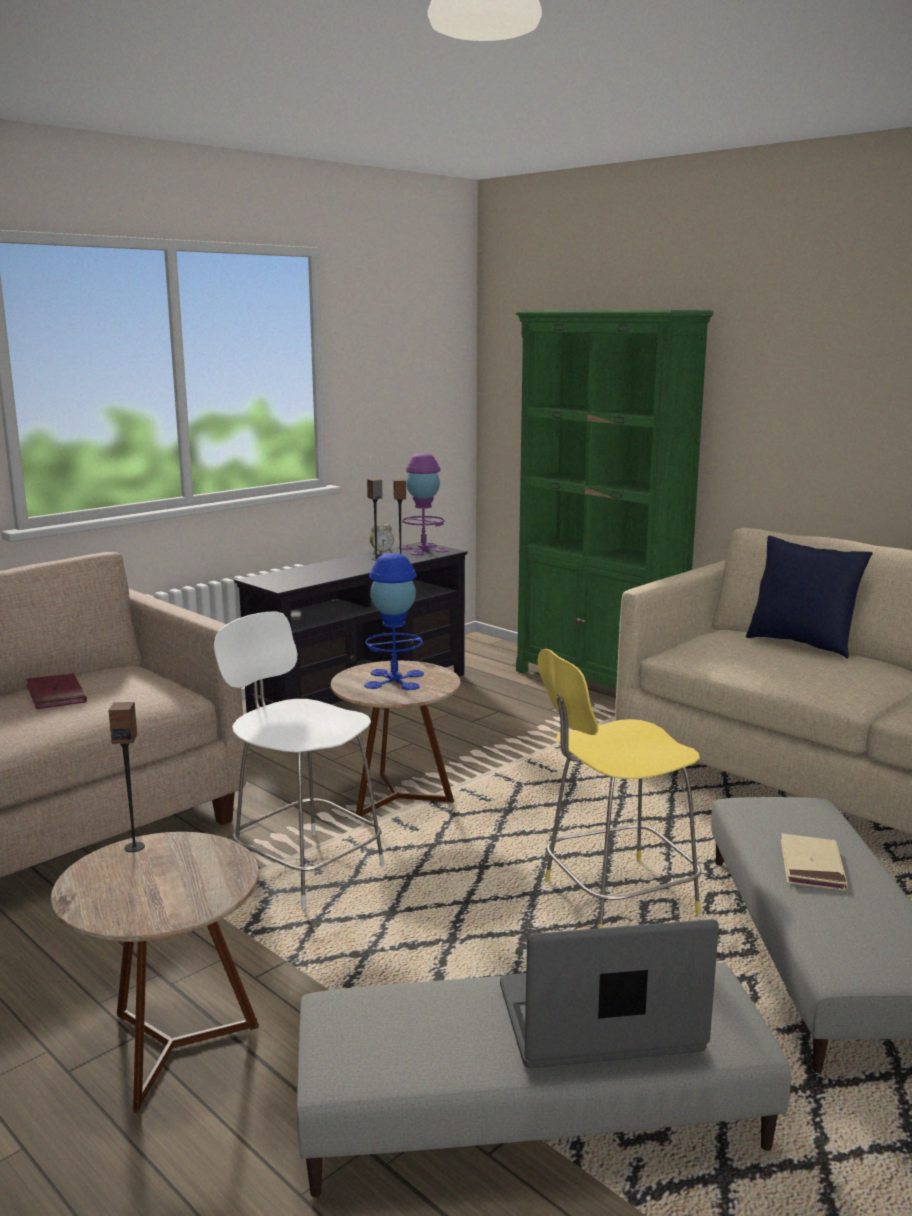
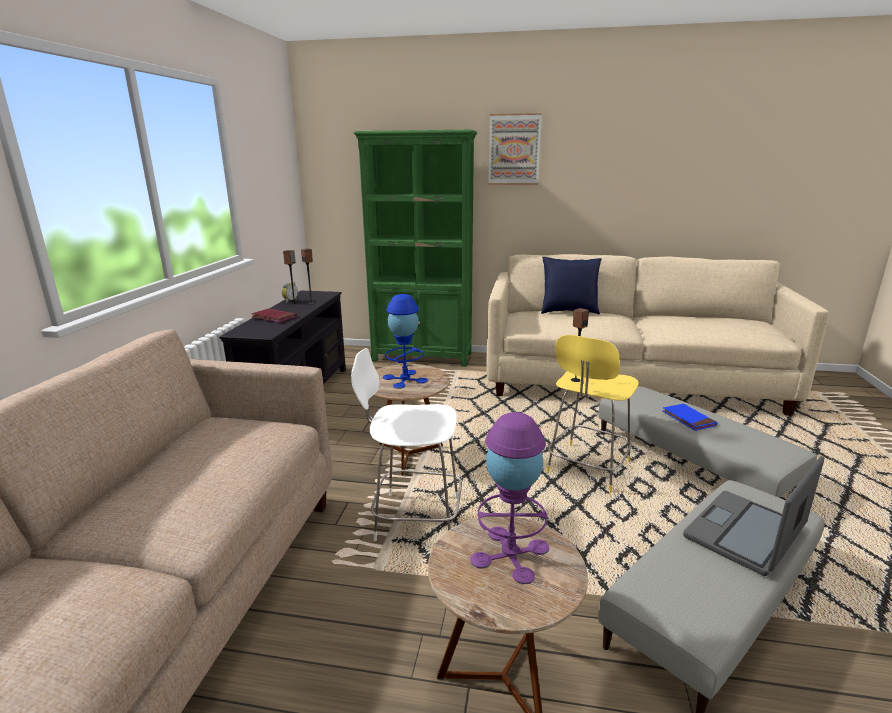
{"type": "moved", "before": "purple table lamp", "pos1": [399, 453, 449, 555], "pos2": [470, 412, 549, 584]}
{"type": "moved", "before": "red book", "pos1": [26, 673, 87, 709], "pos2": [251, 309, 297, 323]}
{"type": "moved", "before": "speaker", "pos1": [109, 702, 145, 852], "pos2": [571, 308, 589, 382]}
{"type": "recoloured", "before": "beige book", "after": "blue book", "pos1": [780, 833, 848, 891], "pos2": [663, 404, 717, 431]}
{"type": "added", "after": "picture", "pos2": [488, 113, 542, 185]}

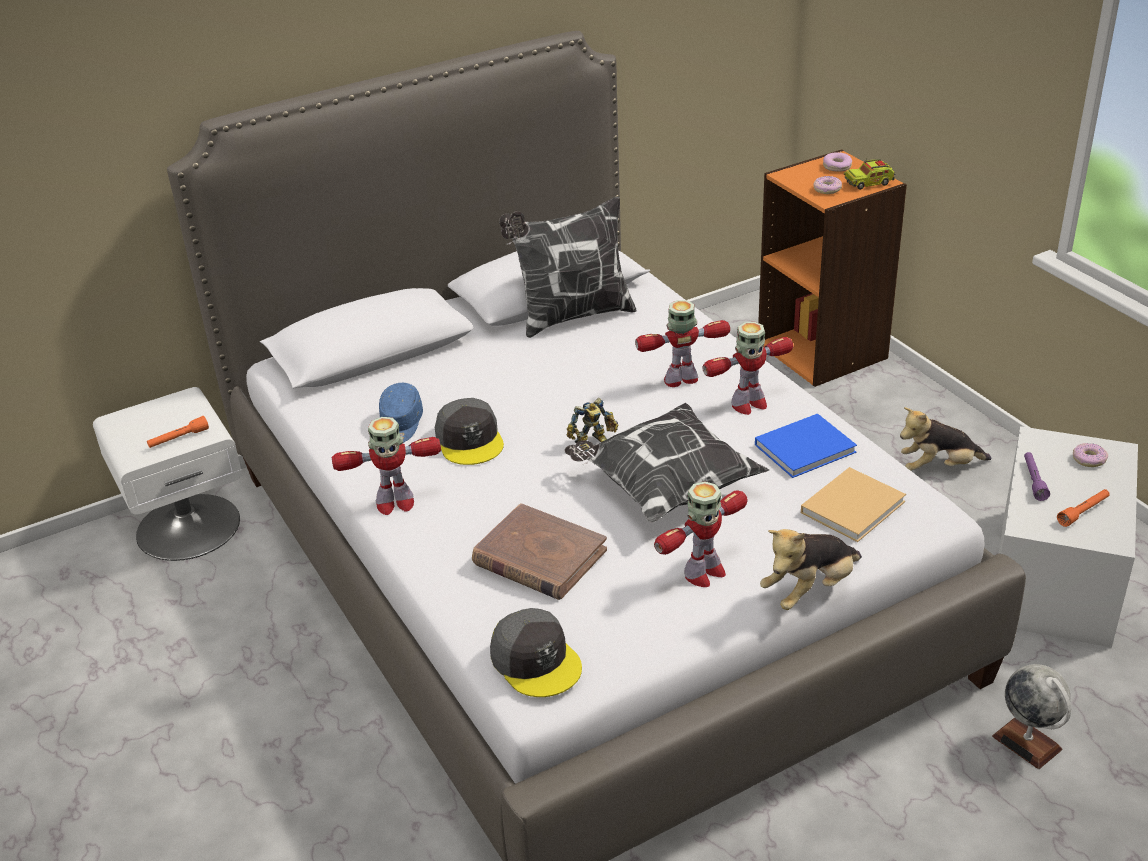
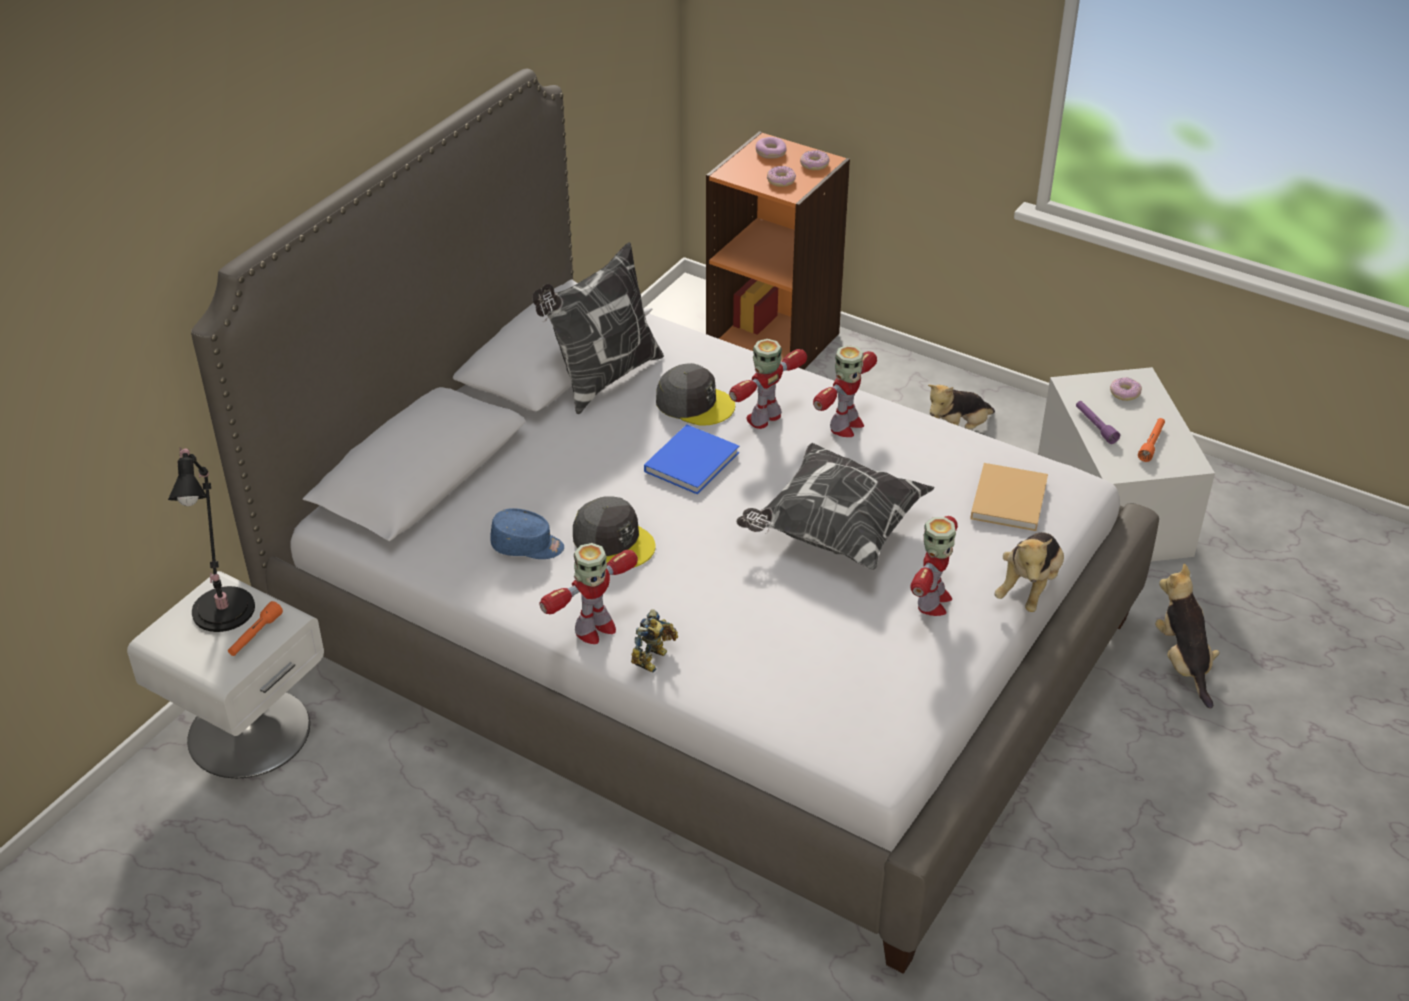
{"type": "replaced", "before": "toy truck", "after": "donut", "pos1": [844, 157, 896, 190], "pos2": [800, 150, 830, 170]}
{"type": "turned", "before": "blue cap", "pos1": [379, 383, 423, 443], "pos2": [490, 508, 564, 559], "turn": -60}
{"type": "moved", "before": "toy robot", "pos1": [567, 398, 619, 452], "pos2": [631, 609, 678, 673]}
{"type": "moved", "before": "blue book", "pos1": [755, 414, 857, 478], "pos2": [644, 424, 739, 495]}
{"type": "removed", "before": "brown book", "pos1": [472, 503, 607, 600]}
{"type": "moved", "before": "grey cap", "pos1": [490, 608, 582, 697], "pos2": [656, 363, 735, 426]}
{"type": "replaced", "before": "globe", "after": "plush toy", "pos1": [992, 664, 1071, 769], "pos2": [1155, 564, 1219, 709]}
{"type": "added", "after": "black table lamp", "pos2": [168, 447, 255, 632]}

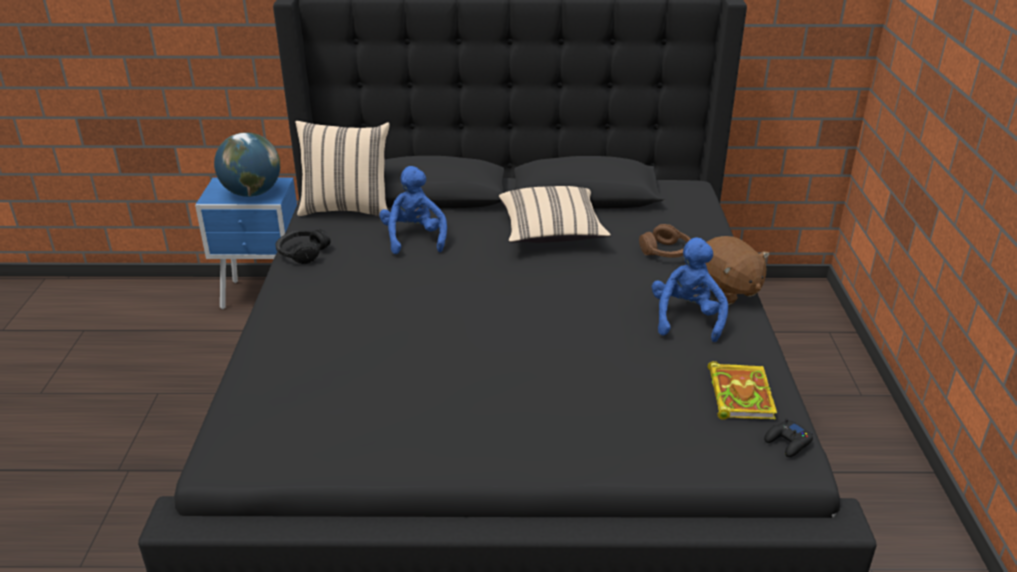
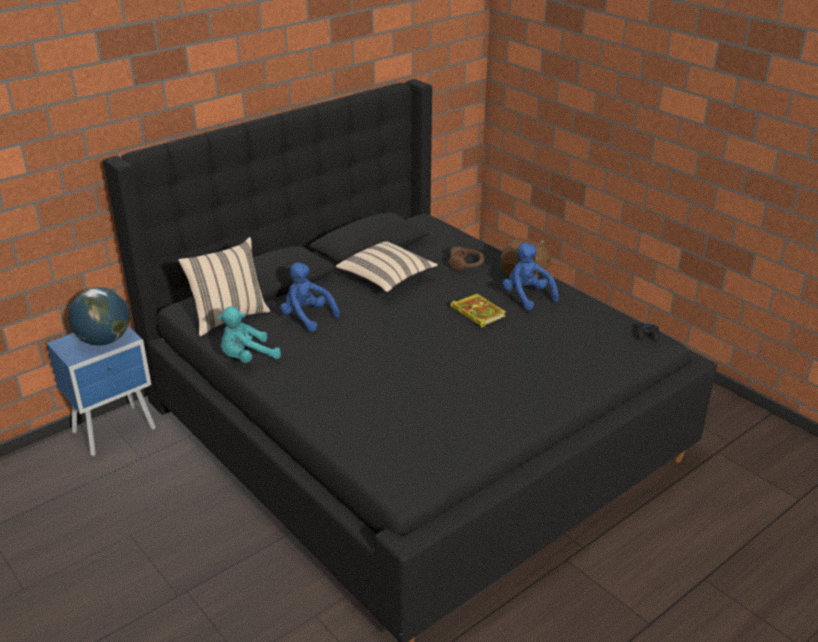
{"type": "replaced", "before": "black headphones", "after": "turquoise plush toy", "pos1": [275, 229, 331, 264], "pos2": [217, 306, 281, 363]}
{"type": "moved", "before": "book", "pos1": [708, 361, 777, 420], "pos2": [450, 294, 506, 327]}

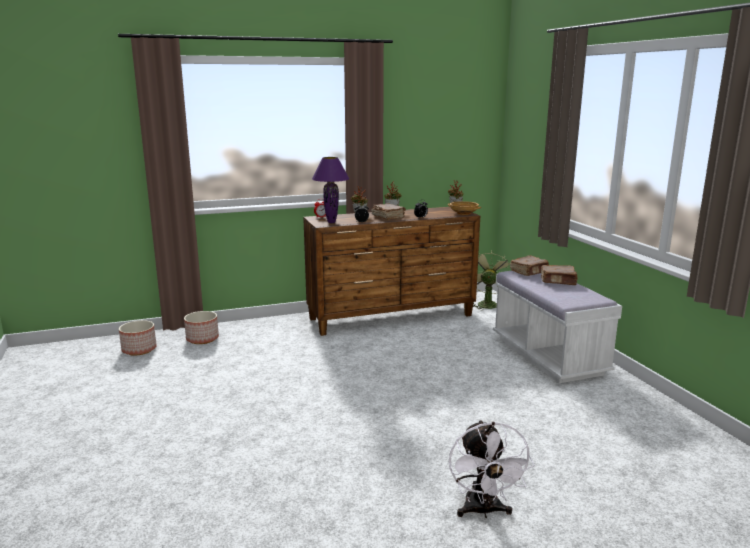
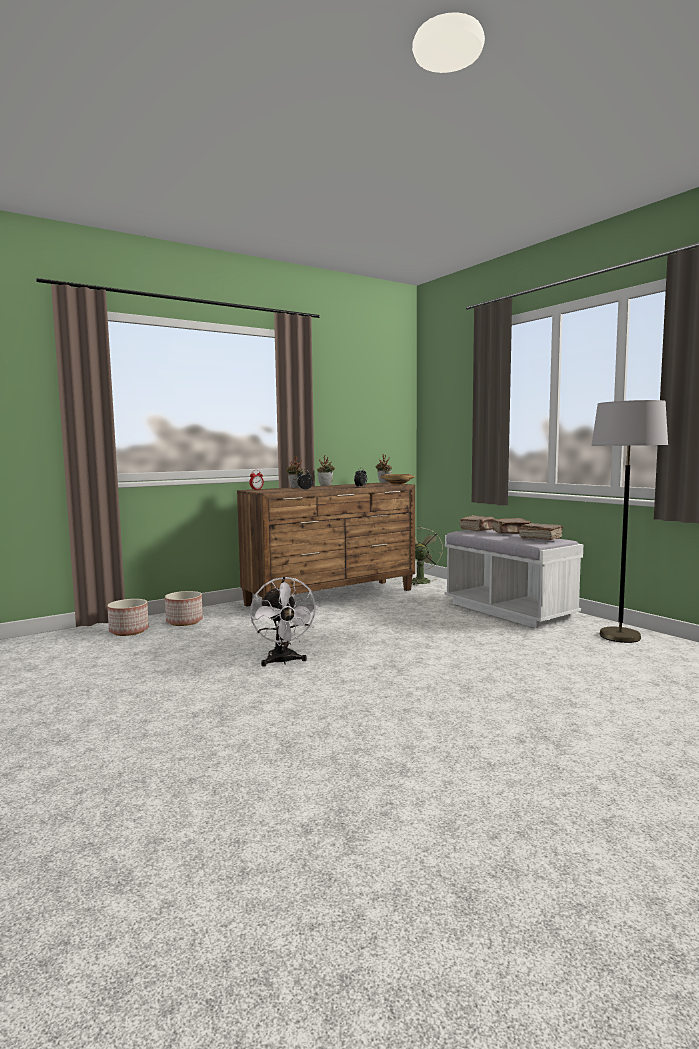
{"type": "removed", "before": "purple table lamp", "pos1": [312, 157, 350, 223]}
{"type": "moved", "before": "brown book", "pos1": [371, 203, 406, 220], "pos2": [519, 523, 563, 540]}
{"type": "moved", "before": "planter", "pos1": [119, 320, 157, 356], "pos2": [165, 591, 203, 626]}
{"type": "moved", "before": "white fan", "pos1": [449, 420, 535, 518], "pos2": [250, 577, 319, 667]}
{"type": "added", "after": "grey floor lamp", "pos2": [591, 400, 668, 643]}

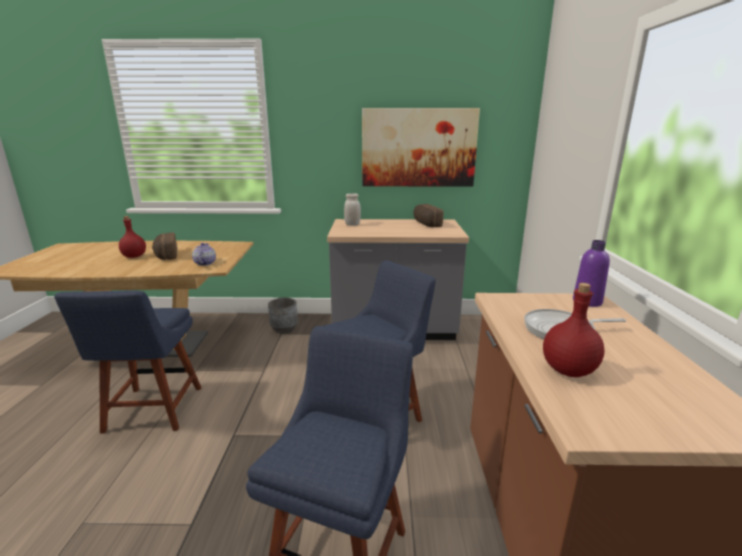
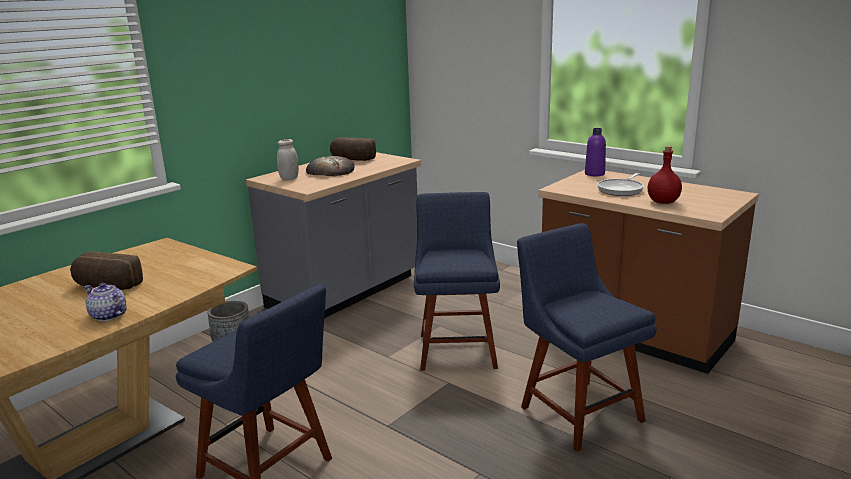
{"type": "removed", "before": "picture", "pos1": [362, 108, 480, 187]}
{"type": "removed", "before": "red bottle", "pos1": [119, 216, 146, 258]}
{"type": "moved", "before": "teapot", "pos1": [192, 243, 216, 266], "pos2": [84, 283, 127, 321]}
{"type": "added", "after": "bread", "pos2": [306, 156, 355, 176]}

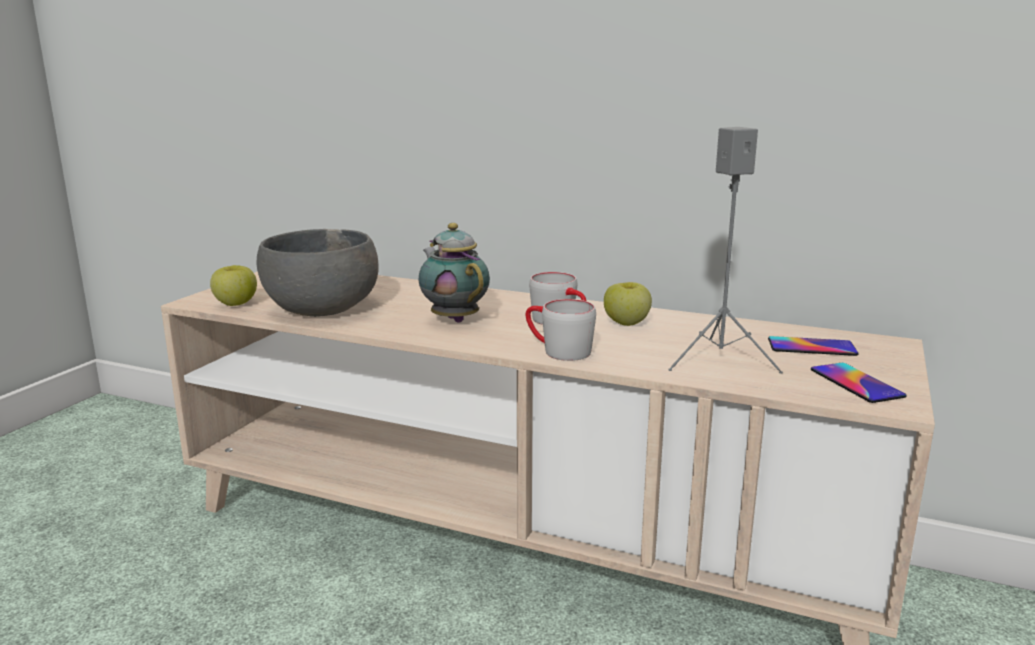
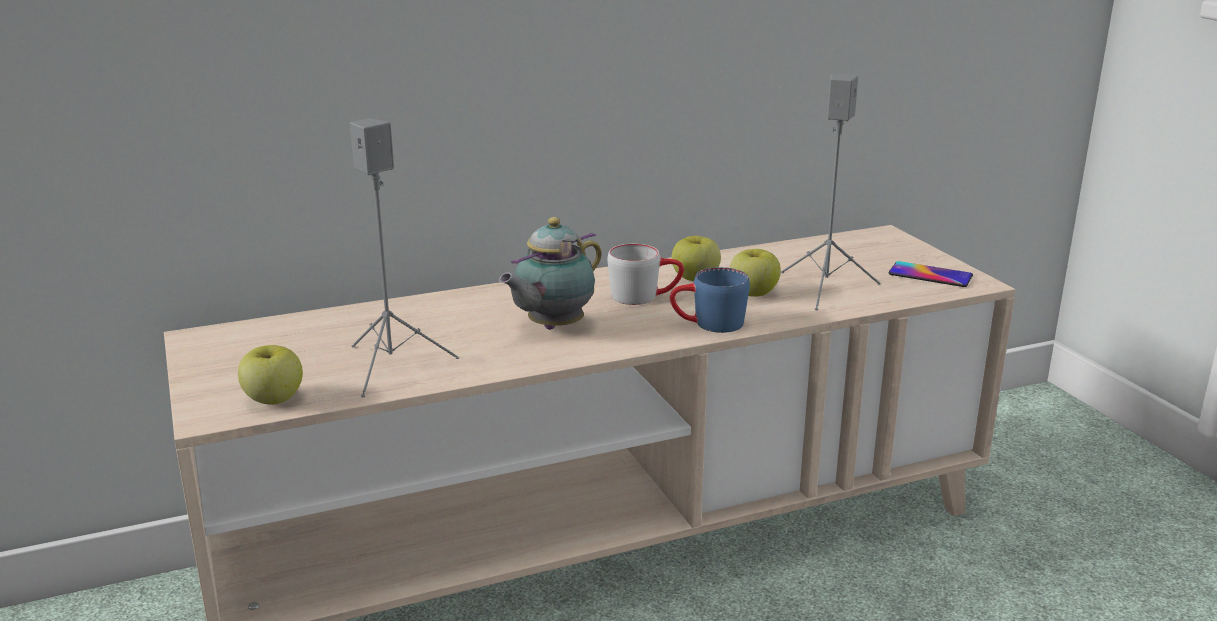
{"type": "turned", "before": "teapot", "pos1": [418, 223, 490, 323], "pos2": [499, 217, 602, 330], "turn": -60}
{"type": "replaced", "before": "grey bowl", "after": "grey speaker", "pos1": [256, 229, 379, 317], "pos2": [350, 118, 459, 397]}
{"type": "recoloured", "before": "grey mug", "after": "blue mug", "pos1": [526, 299, 596, 361], "pos2": [670, 267, 750, 333]}
{"type": "removed", "before": "phone", "pos1": [768, 336, 859, 356]}
{"type": "added", "after": "apple", "pos2": [730, 249, 781, 297]}

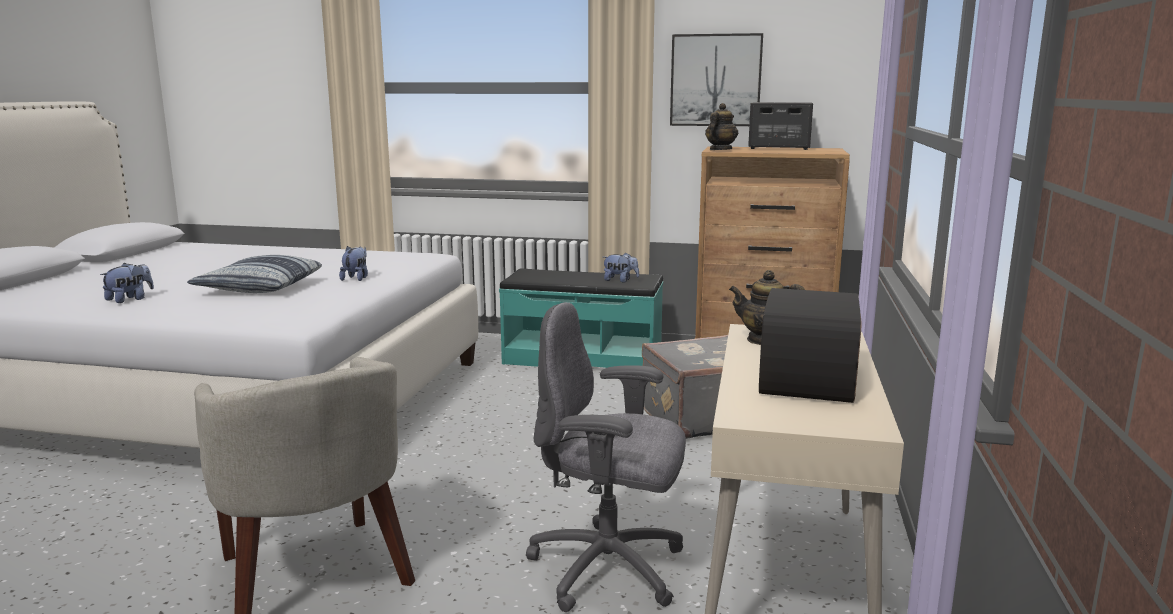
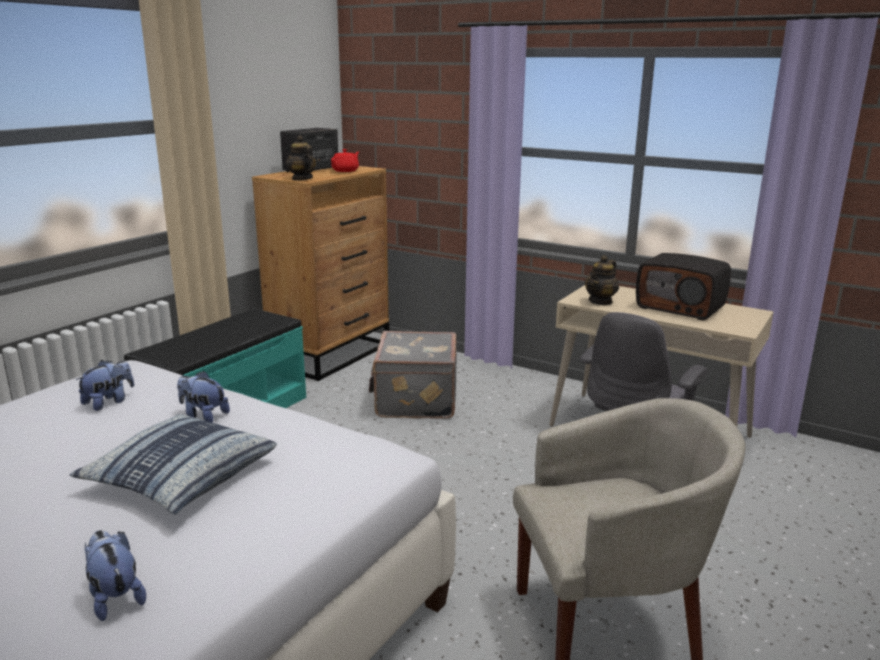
{"type": "removed", "before": "picture", "pos1": [670, 33, 763, 126]}
{"type": "moved", "before": "plush toy", "pos1": [603, 253, 639, 282], "pos2": [76, 360, 134, 411]}
{"type": "added", "after": "red teapot", "pos2": [331, 149, 359, 172]}

